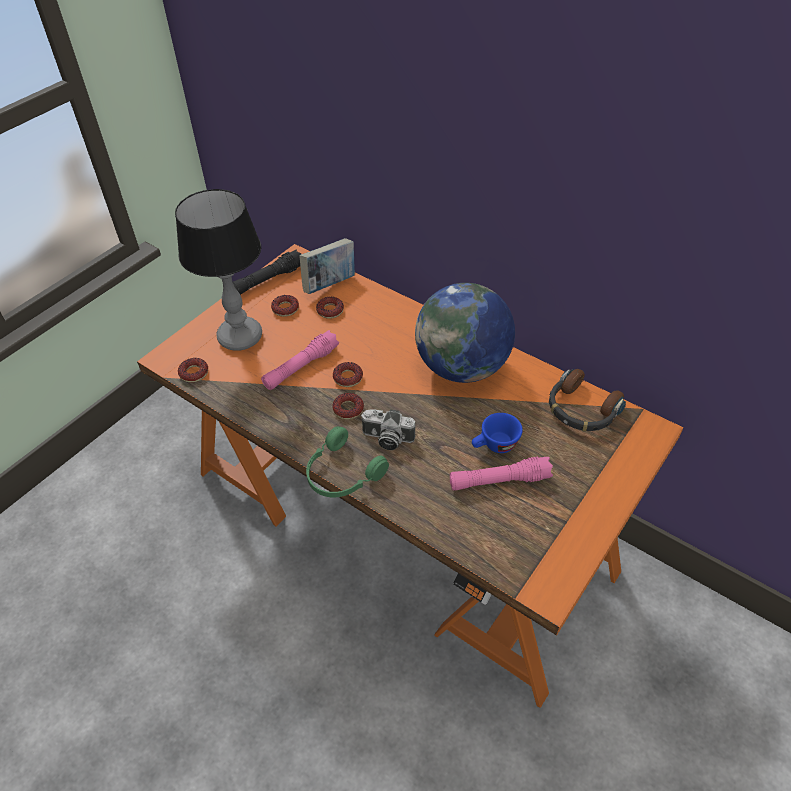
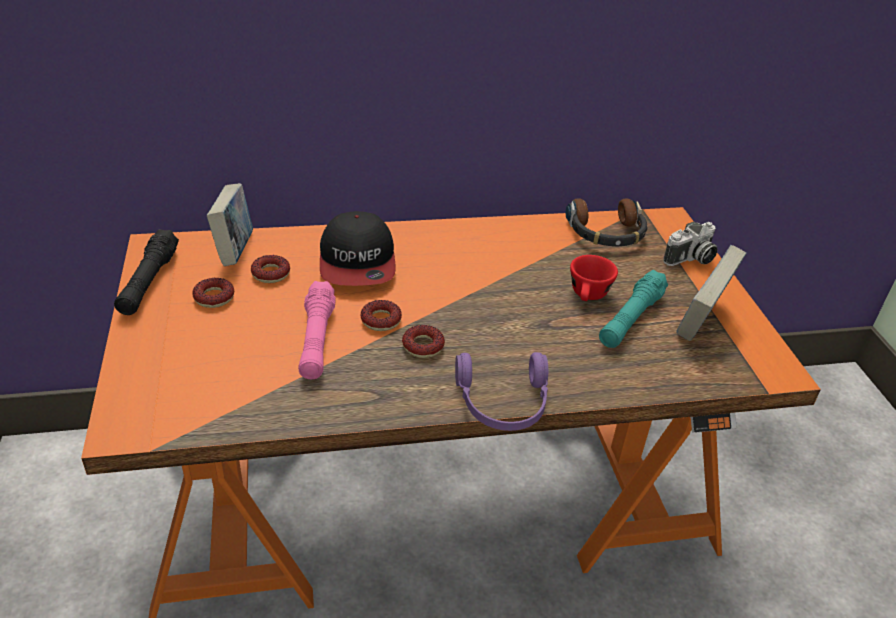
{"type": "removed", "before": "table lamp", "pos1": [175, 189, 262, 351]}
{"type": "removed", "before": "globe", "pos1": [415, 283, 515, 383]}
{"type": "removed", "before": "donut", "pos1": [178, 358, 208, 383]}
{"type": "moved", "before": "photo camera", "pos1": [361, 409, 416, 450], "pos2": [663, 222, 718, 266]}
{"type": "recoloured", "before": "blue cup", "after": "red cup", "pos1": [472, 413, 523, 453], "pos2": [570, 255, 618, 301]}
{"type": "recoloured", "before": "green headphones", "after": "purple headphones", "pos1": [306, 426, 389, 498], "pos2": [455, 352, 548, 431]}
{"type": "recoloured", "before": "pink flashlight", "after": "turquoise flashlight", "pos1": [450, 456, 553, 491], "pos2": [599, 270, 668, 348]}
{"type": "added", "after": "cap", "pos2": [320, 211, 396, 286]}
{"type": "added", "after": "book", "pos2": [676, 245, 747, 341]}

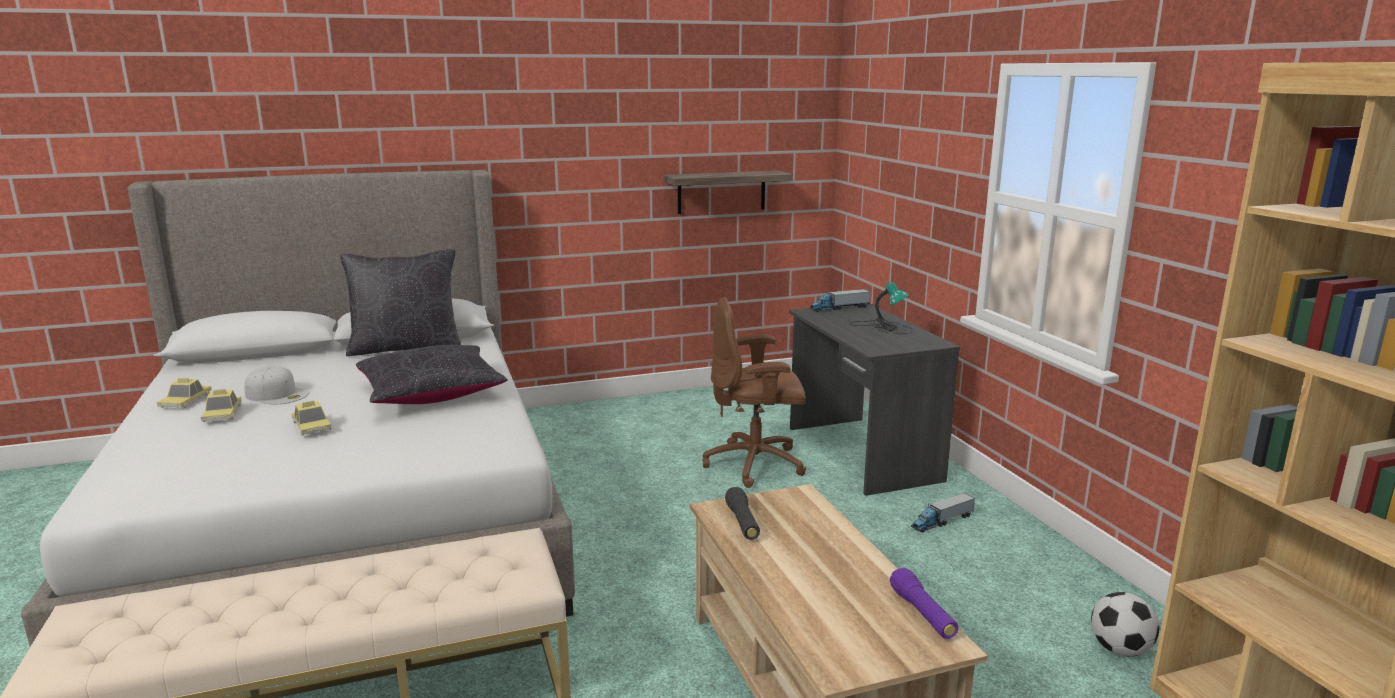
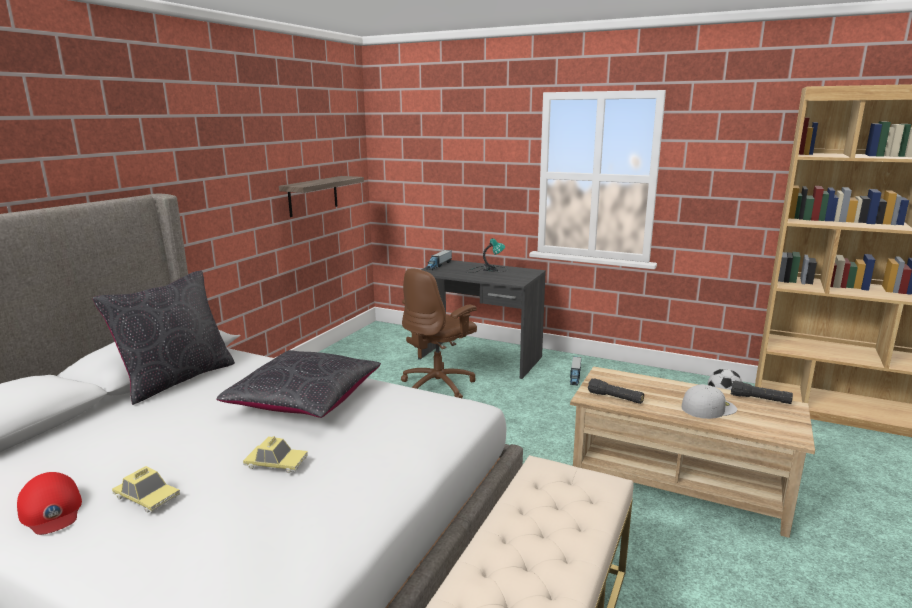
{"type": "moved", "before": "white cap", "pos1": [245, 366, 309, 404], "pos2": [682, 384, 737, 419]}
{"type": "replaced", "before": "toy car", "after": "red cap", "pos1": [156, 378, 212, 408], "pos2": [17, 472, 82, 535]}
{"type": "recoloured", "before": "purple flashlight", "after": "black flashlight", "pos1": [890, 568, 958, 639], "pos2": [731, 381, 793, 404]}

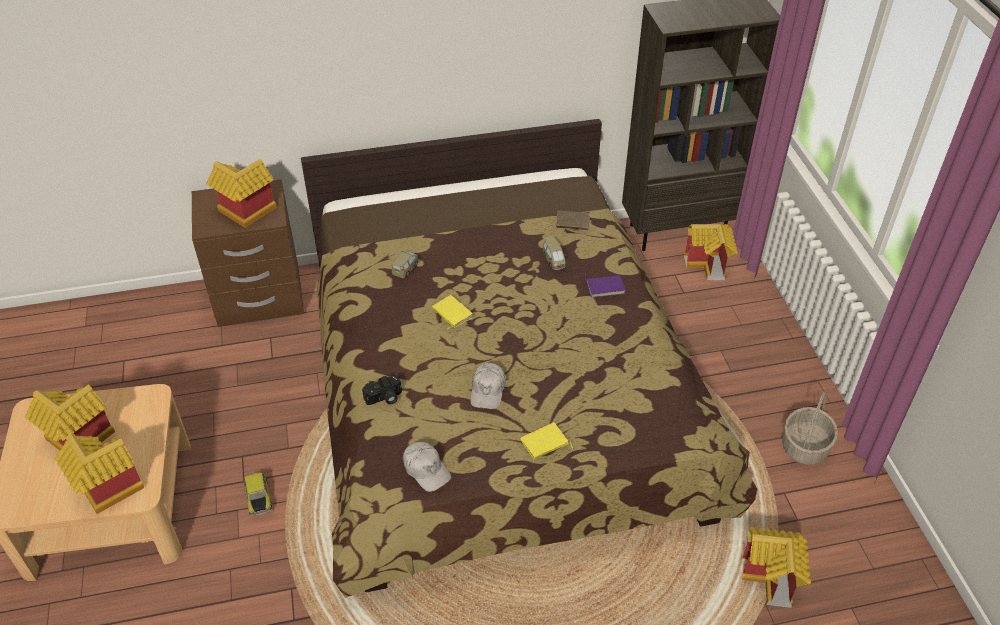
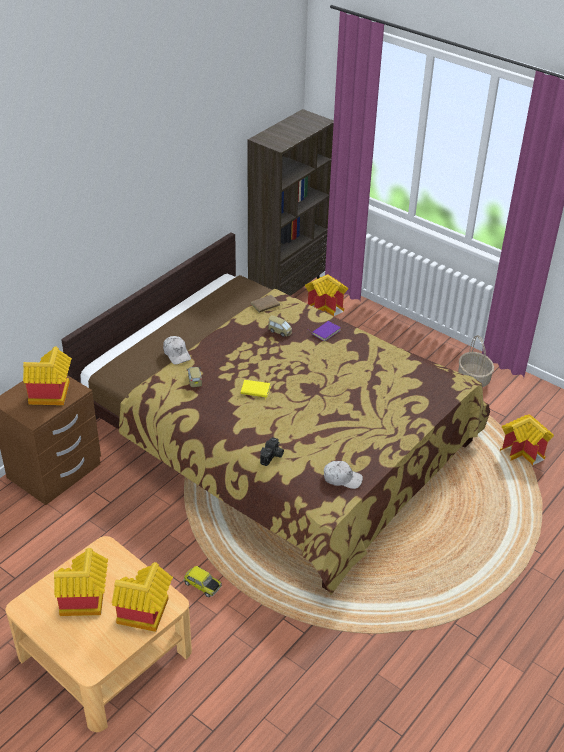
{"type": "moved", "before": "white cap", "pos1": [470, 363, 506, 409], "pos2": [163, 336, 191, 365]}
{"type": "removed", "before": "yellow book", "pos1": [520, 422, 573, 459]}

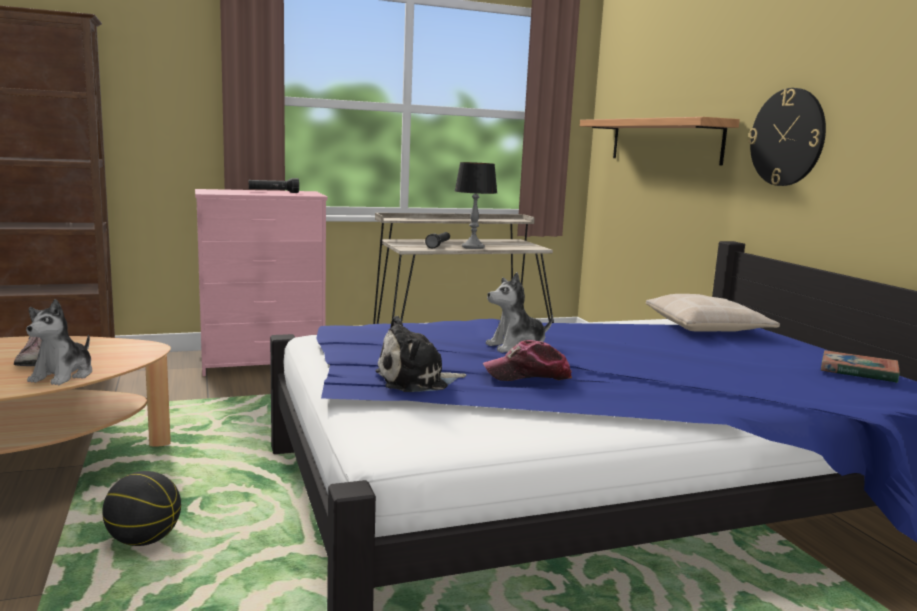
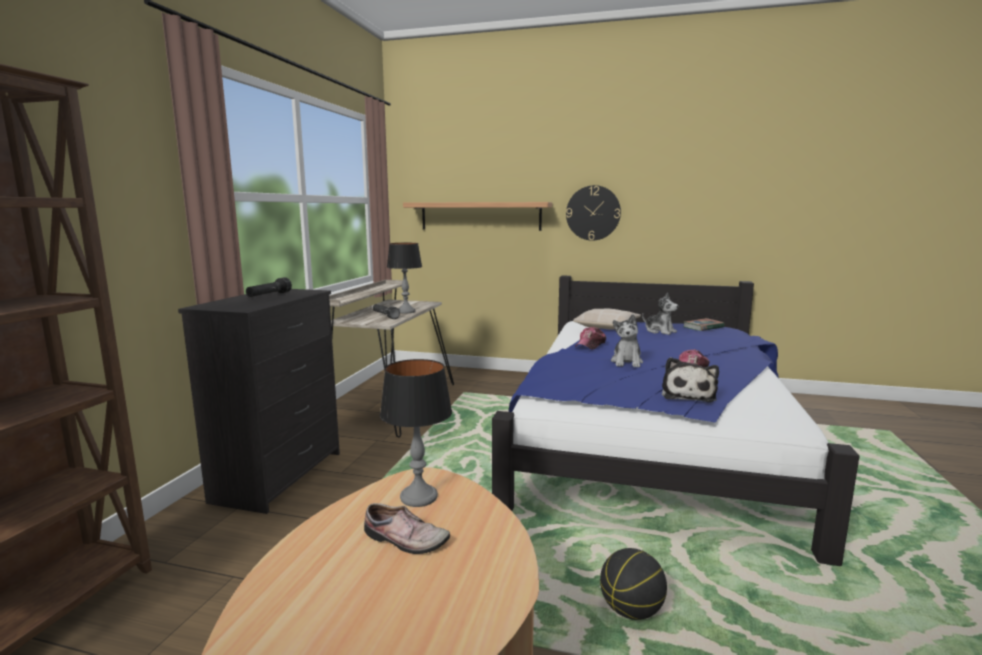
{"type": "recoloured", "before": "pink dresser", "after": "black dresser", "pos1": [195, 189, 328, 376], "pos2": [178, 289, 340, 514]}
{"type": "moved", "before": "plush toy", "pos1": [26, 299, 92, 385], "pos2": [642, 293, 678, 335]}
{"type": "added", "after": "cap", "pos2": [575, 327, 606, 350]}
{"type": "added", "after": "table lamp", "pos2": [380, 359, 452, 507]}

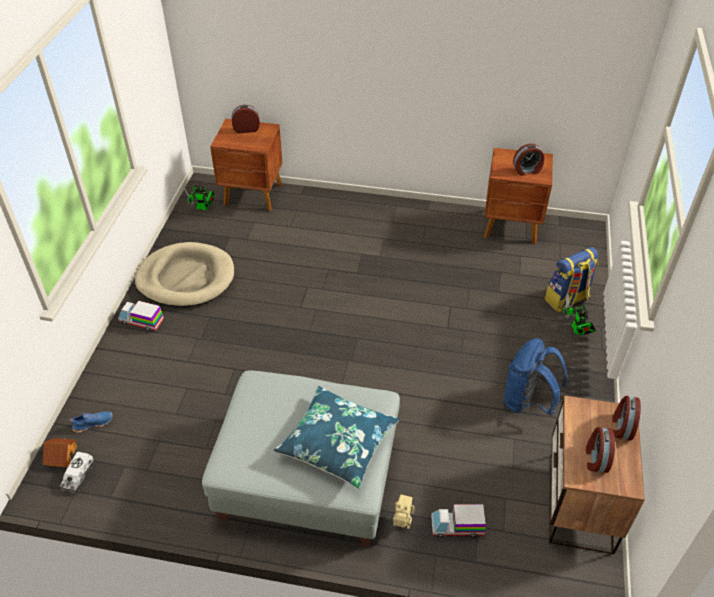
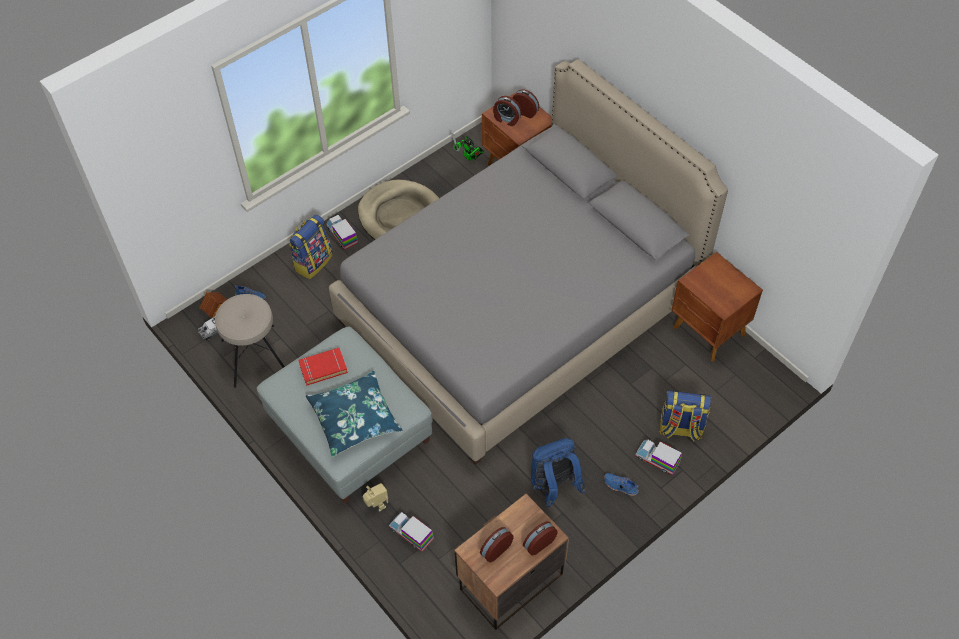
{"type": "moved", "before": "alarm clock", "pos1": [513, 144, 544, 176], "pos2": [493, 96, 522, 126]}
{"type": "replaced", "before": "toy robot", "after": "toy truck", "pos1": [563, 293, 596, 335], "pos2": [635, 440, 682, 475]}
{"type": "added", "after": "grey bed", "pos2": [329, 59, 728, 465]}
{"type": "added", "after": "backpack", "pos2": [289, 214, 333, 279]}
{"type": "added", "after": "beige stool", "pos2": [215, 294, 285, 388]}
{"type": "added", "after": "red book", "pos2": [298, 348, 348, 386]}
{"type": "added", "after": "blue shoe", "pos2": [604, 473, 639, 496]}

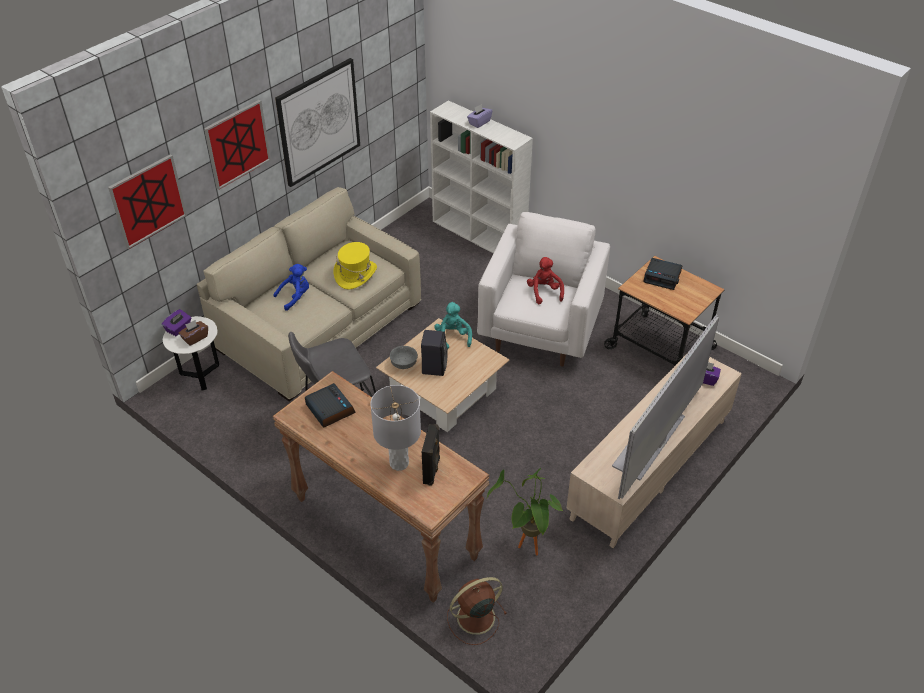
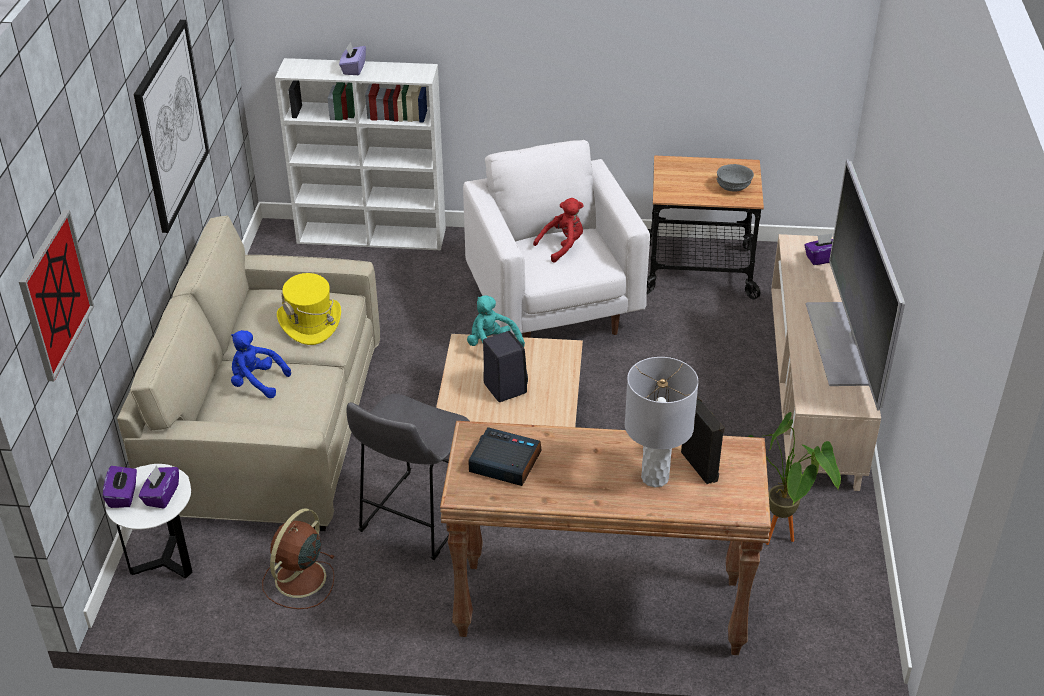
{"type": "removed", "before": "picture", "pos1": [204, 100, 271, 190]}
{"type": "turned", "before": "red plush toy", "pos1": [527, 257, 564, 304], "pos2": [533, 198, 584, 263], "turn": 105}
{"type": "removed", "before": "alarm clock", "pos1": [643, 258, 683, 290]}
{"type": "turned", "before": "blue plush toy", "pos1": [273, 264, 309, 311], "pos2": [231, 330, 291, 398], "turn": -90}
{"type": "recoloured", "before": "brown tissue box", "after": "purple tissue box", "pos1": [179, 320, 208, 346], "pos2": [139, 465, 179, 509]}
{"type": "moved", "before": "grey bowl", "pos1": [390, 346, 418, 369], "pos2": [717, 164, 754, 191]}
{"type": "moved", "before": "brown fan", "pos1": [447, 577, 507, 645], "pos2": [262, 508, 335, 609]}

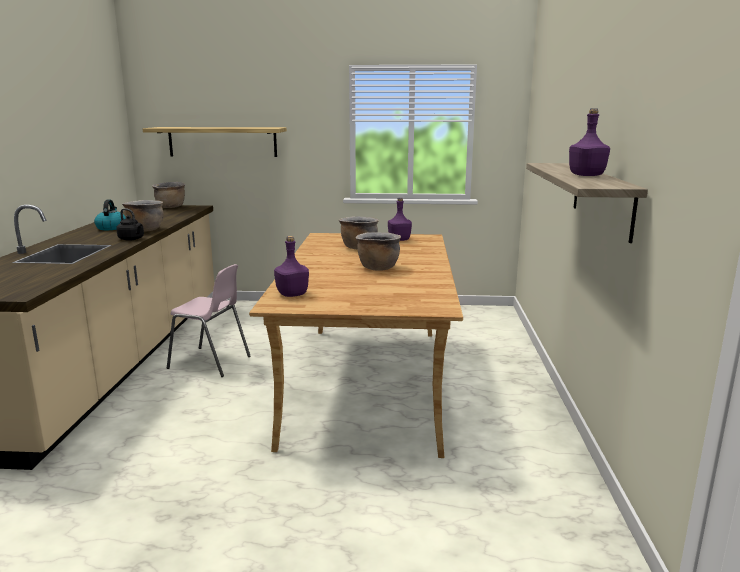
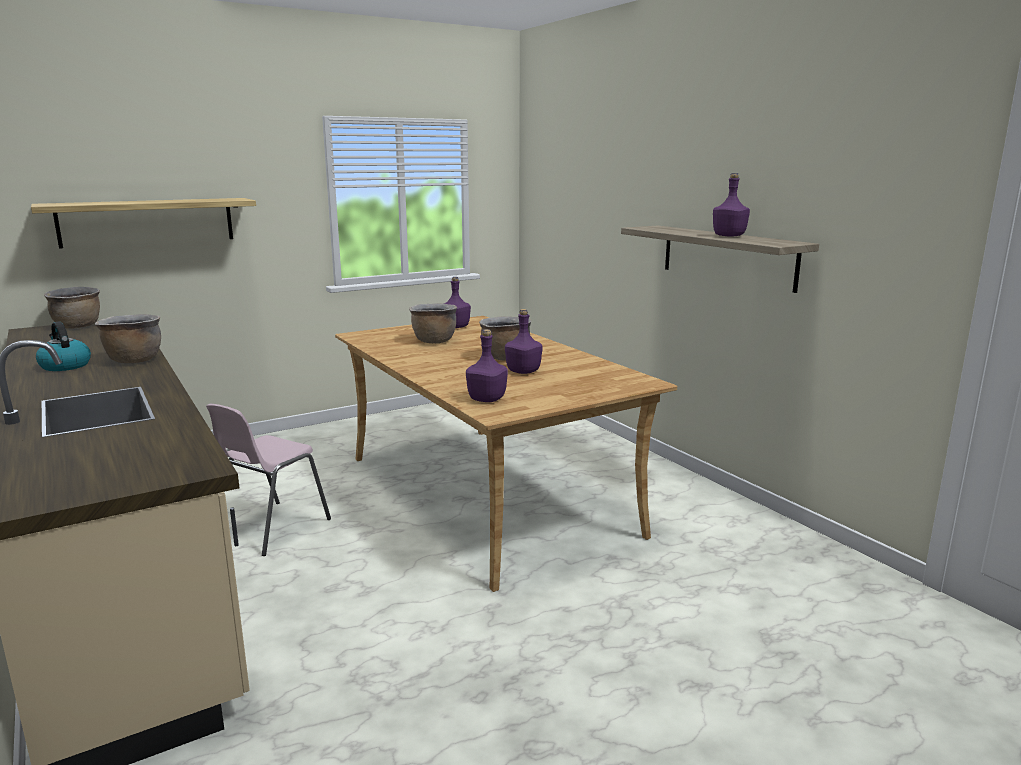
{"type": "removed", "before": "black kettle", "pos1": [116, 208, 144, 241]}
{"type": "turned", "before": "pink chair", "pos1": [167, 264, 251, 377], "pos2": [206, 404, 331, 556], "turn": 135}
{"type": "added", "after": "purple bottle", "pos2": [505, 309, 543, 374]}

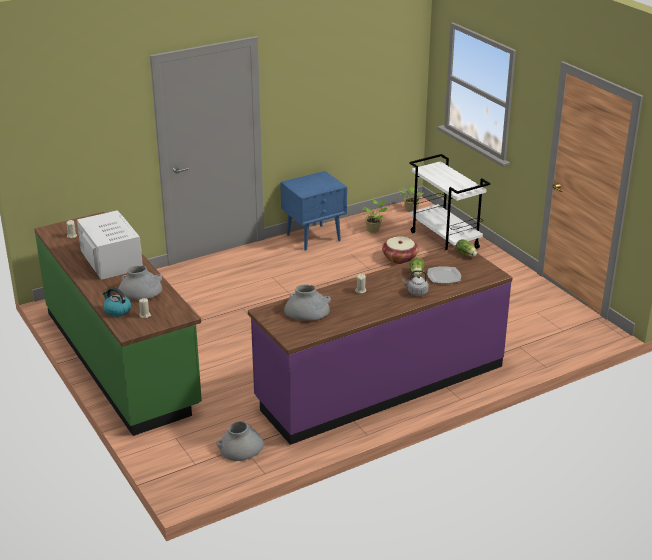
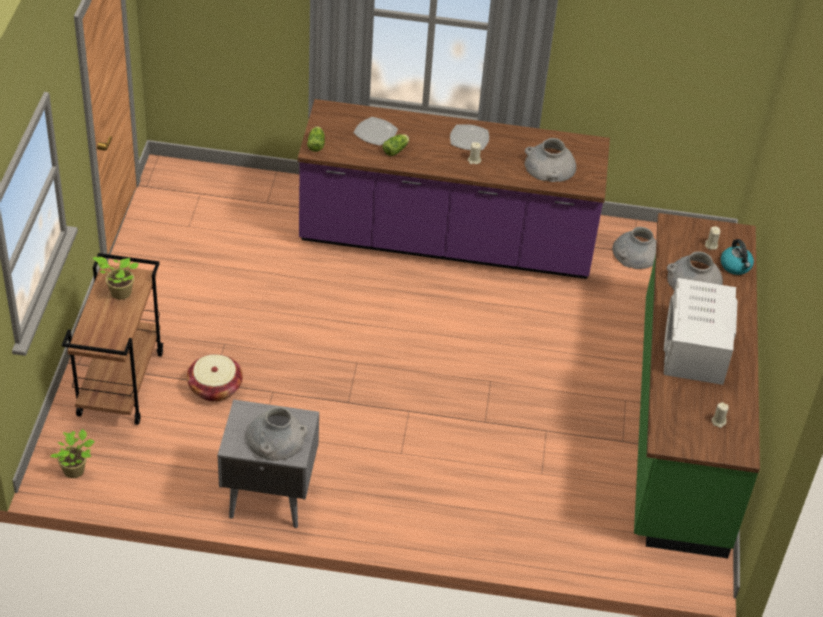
{"type": "recoloured", "before": "white cart", "after": "brown cart", "pos1": [409, 154, 490, 250], "pos2": [62, 253, 163, 425]}
{"type": "recoloured", "before": "blue nightstand", "after": "grey nightstand", "pos1": [280, 171, 347, 251], "pos2": [217, 400, 319, 528]}
{"type": "moved", "before": "potted plant", "pos1": [363, 200, 387, 233], "pos2": [93, 257, 139, 300]}
{"type": "removed", "before": "grey kettle", "pos1": [402, 270, 429, 296]}
{"type": "added", "after": "plate", "pos2": [450, 124, 489, 150]}
{"type": "added", "after": "grey vase", "pos2": [246, 407, 308, 461]}

